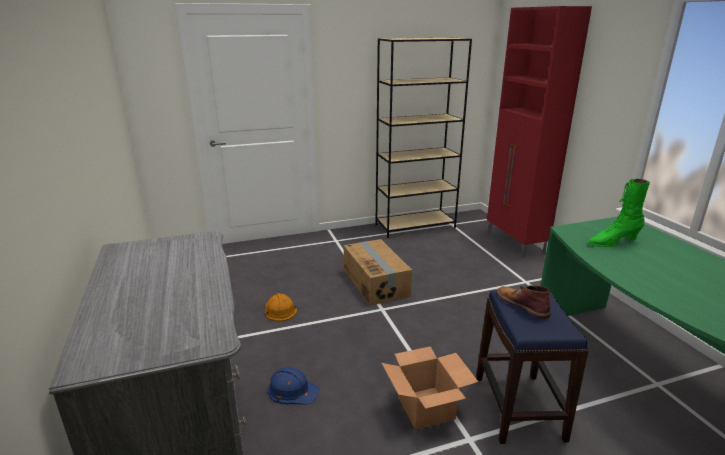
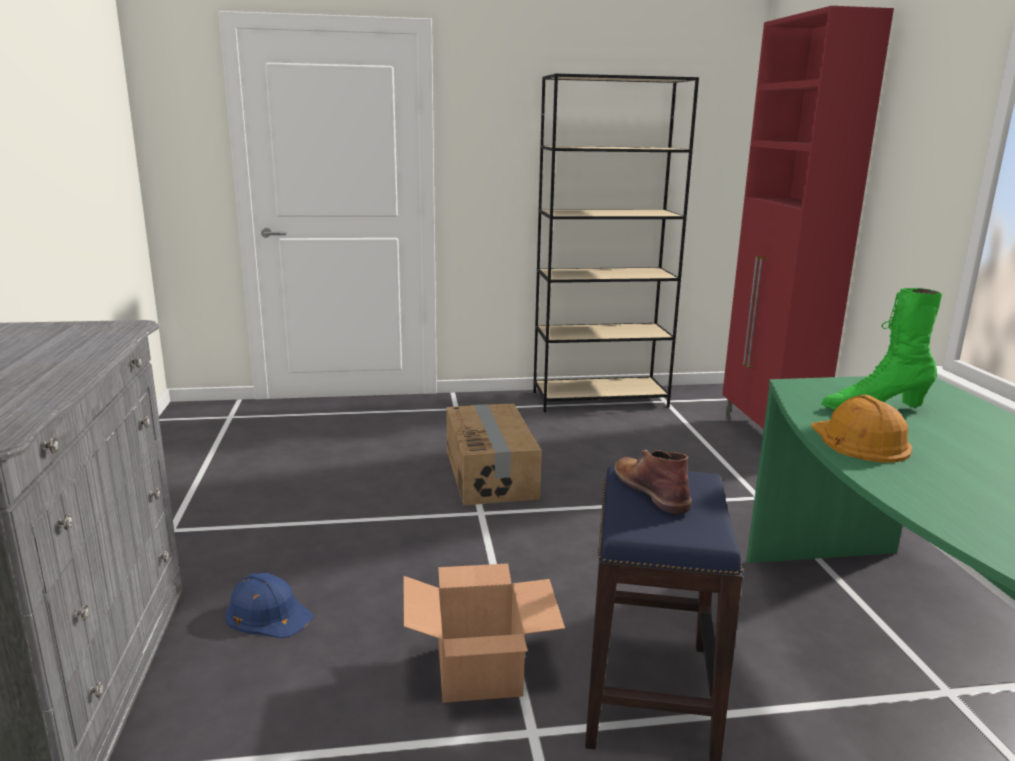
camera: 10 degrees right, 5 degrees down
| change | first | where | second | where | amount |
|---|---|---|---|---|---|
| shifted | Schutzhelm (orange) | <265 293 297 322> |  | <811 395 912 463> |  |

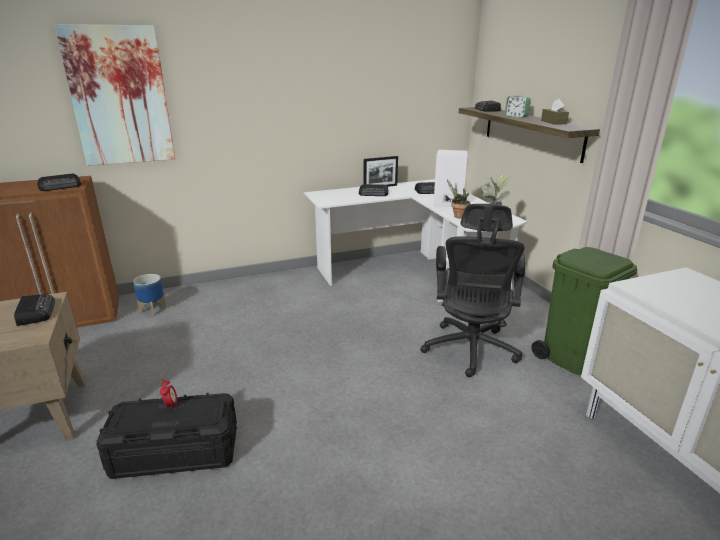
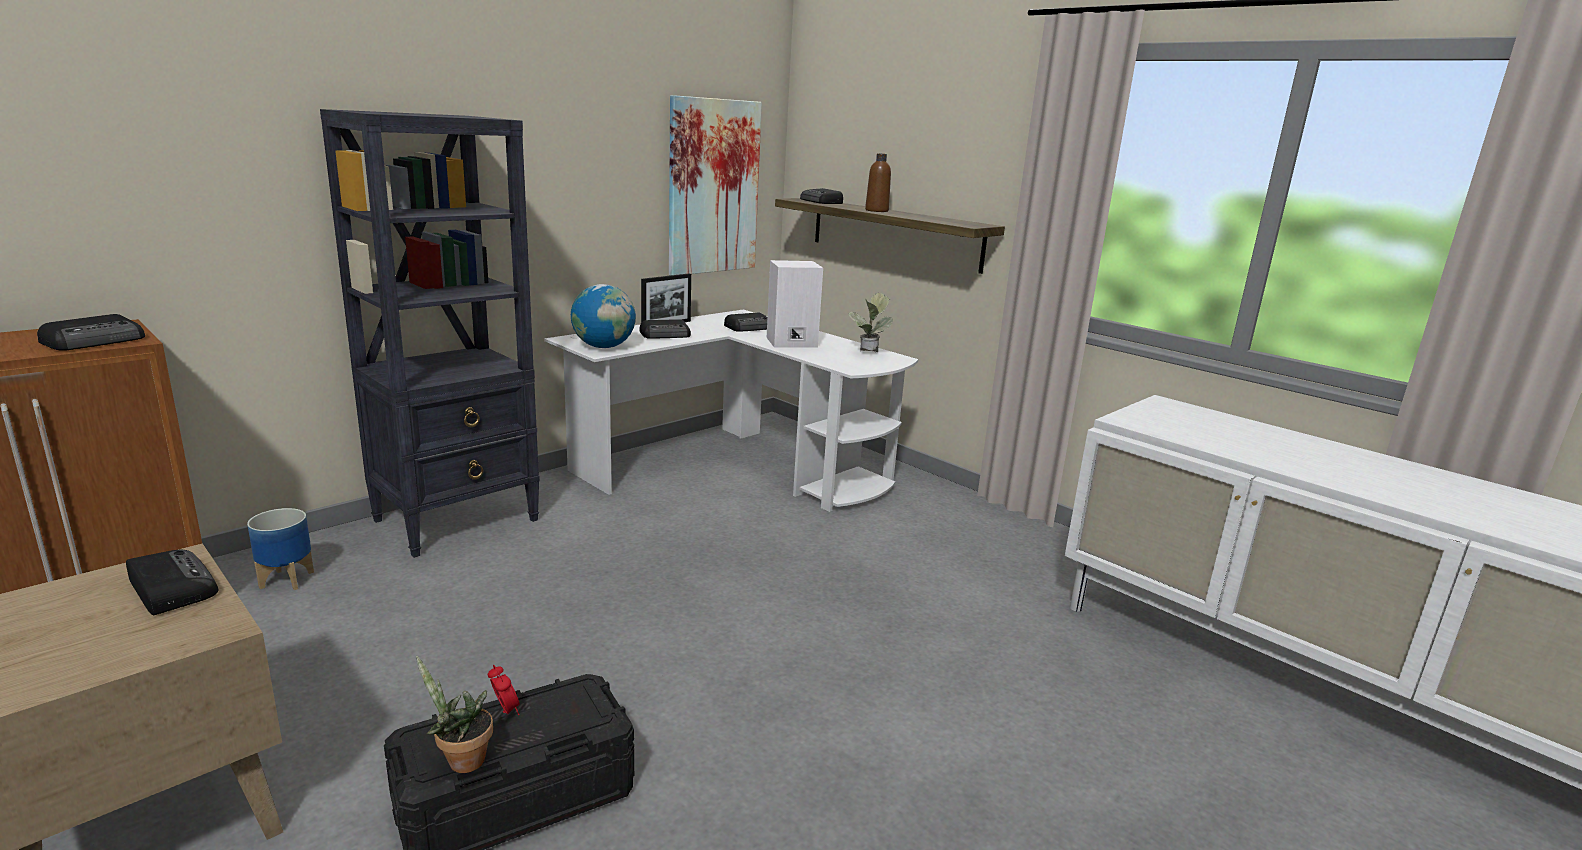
camera: 25 degrees left, 5 degrees down
| change | first | where | second | where | amount |
|---|---|---|---|---|---|
| shifted | Bild | <55 24 176 166> |  | <669 95 762 276> |  |
| swapped | Wecker | <505 96 531 118> | Flasche (braun) | <865 153 891 212> |  |
| gone | Taschentuchbox (braun) | <541 99 569 125> |  |  |  |
| shifted | Topfpflanze | <447 179 470 219> |  | <416 656 493 773> |  |
| gone | Bürostuhl | <420 204 525 377> |  |  |  |
| gone | Mülleimer (grün) | <531 247 637 375> |  |  |  |
| new |  |  | Bücherregal (schwarz) | <320 109 540 558> |  |
| new |  |  | Globus | <571 284 636 348> |  |

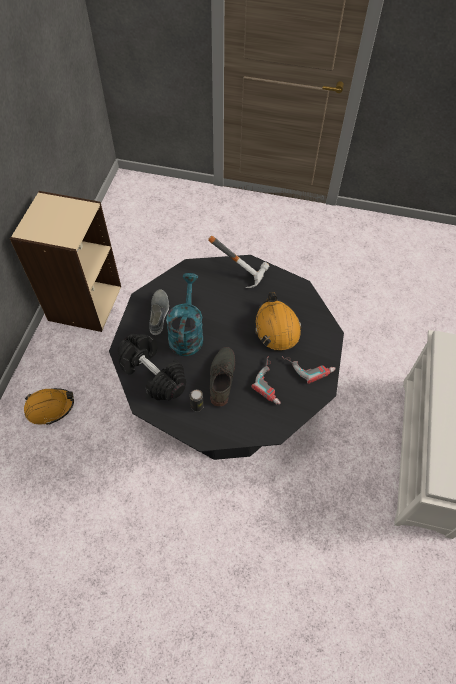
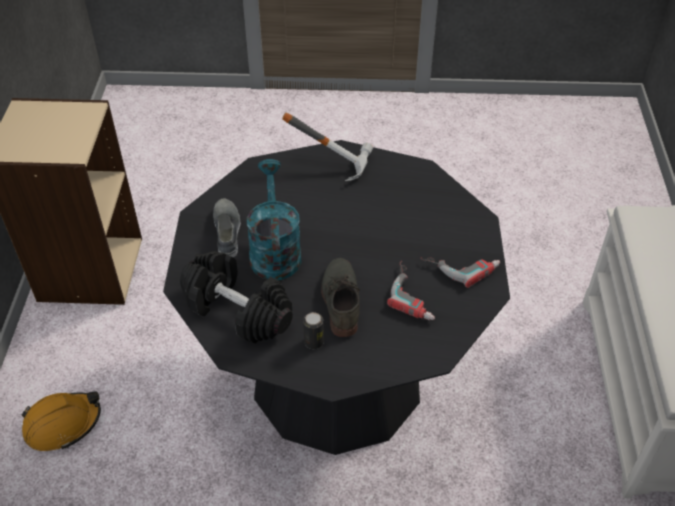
camera: 10 degrees left, 10 degrees down
| change | first | where | second | where | amount |
|---|---|---|---|---|---|
| gone | Schutzhelm (orange) | <254 292 302 351> |  |  |  |

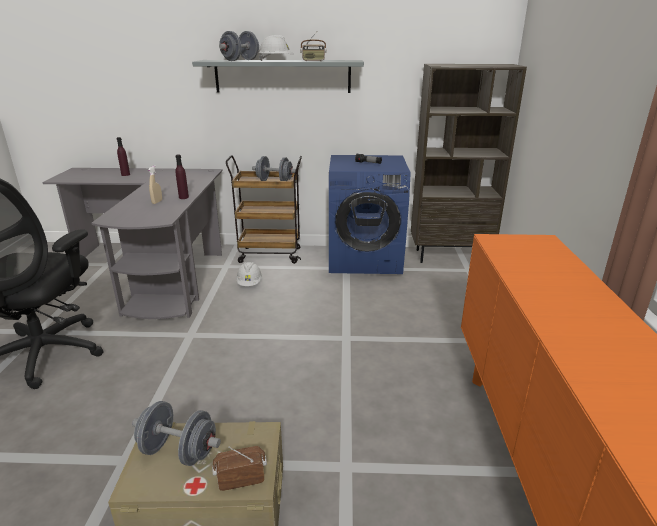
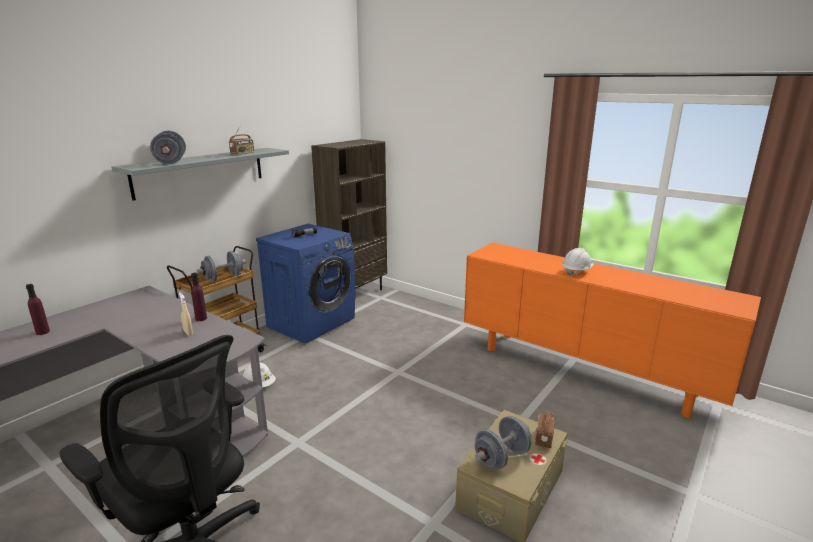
camera: 55 degrees left, 5 degrees down
| change | first | where | second | where | amount |
|---|---|---|---|---|---|
| shifted | Schutzhelm (weiß) | <259 35 294 61> |  | <562 248 594 276> |  |

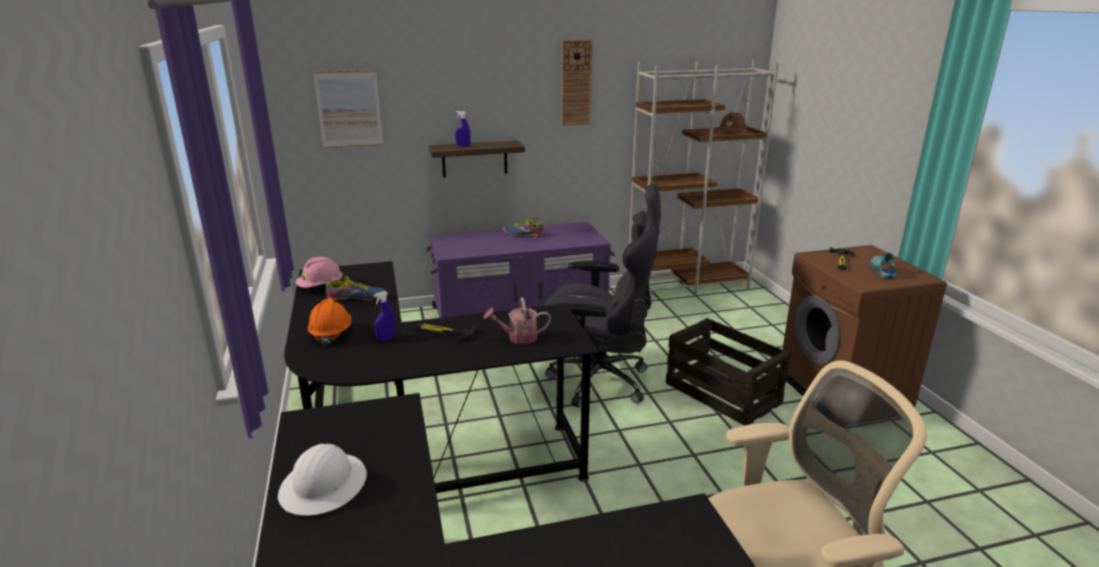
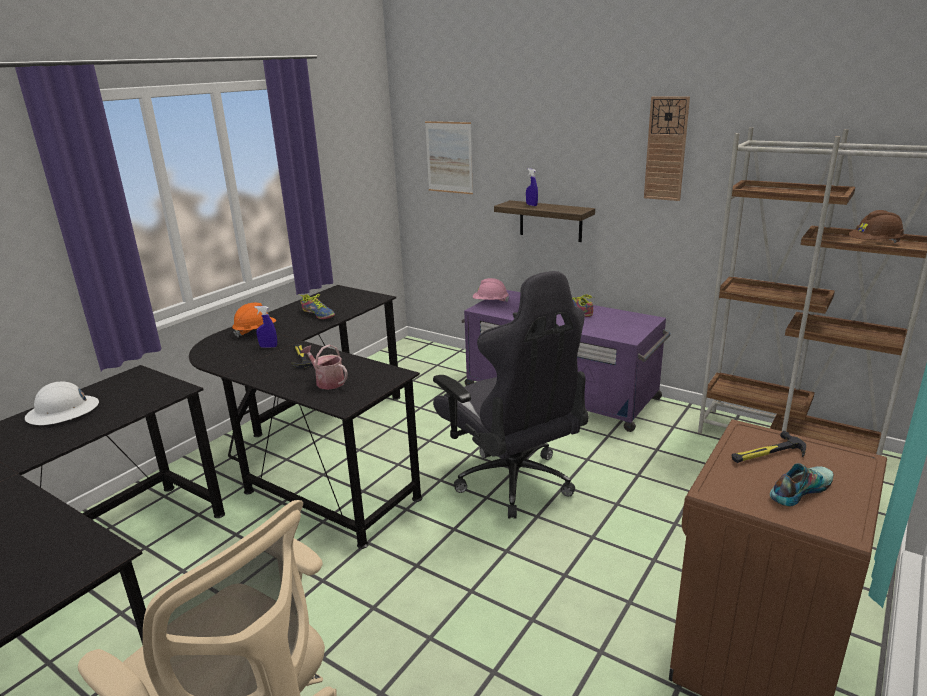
camera: 50 degrees right, 0 degrees up
| change | first | where | second | where | amount |
|---|---|---|---|---|---|
| shifted | Schutzhelm (rosa) | <296 256 343 288> |  | <473 278 509 302> |  |
| gone | Kiste | <666 318 791 426> |  |  |  |

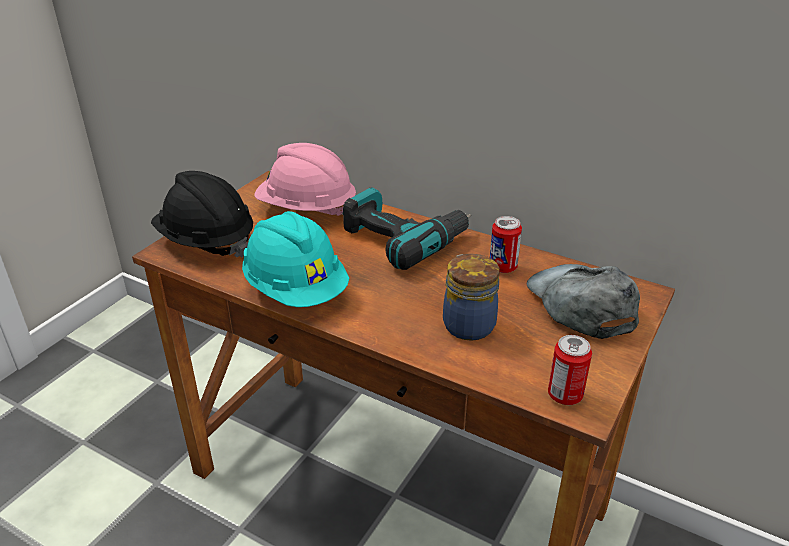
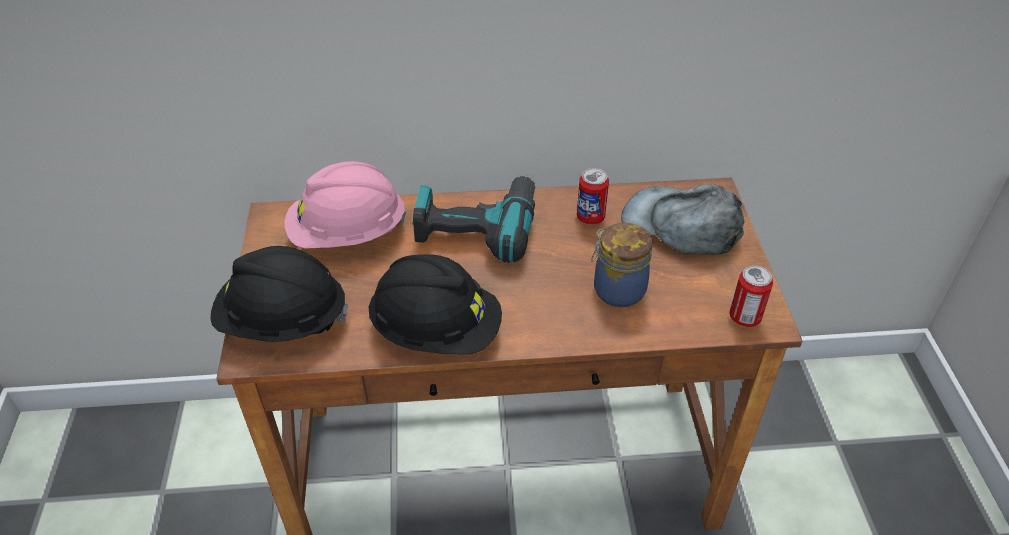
camera: 35 degrees left, 10 degrees up
| change | first | where | second | where | amount |
|---|---|---|---|---|---|
| repainted | Schutzhelm (türkis) | <242 211 349 307> | Schutzhelm (schwarz) | <368 254 502 354> |  |

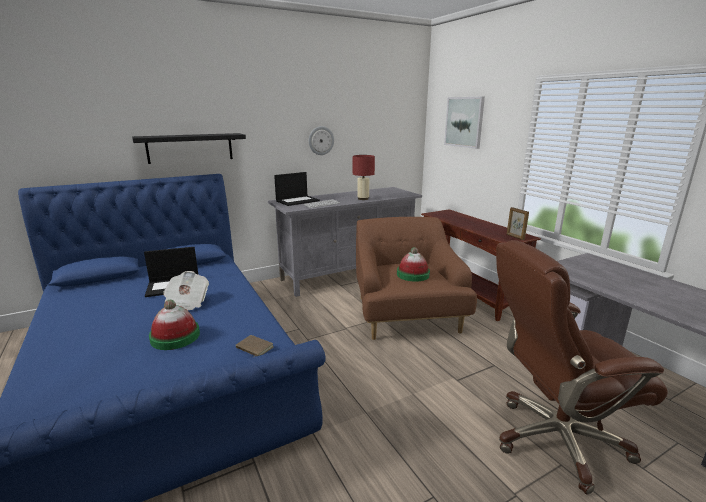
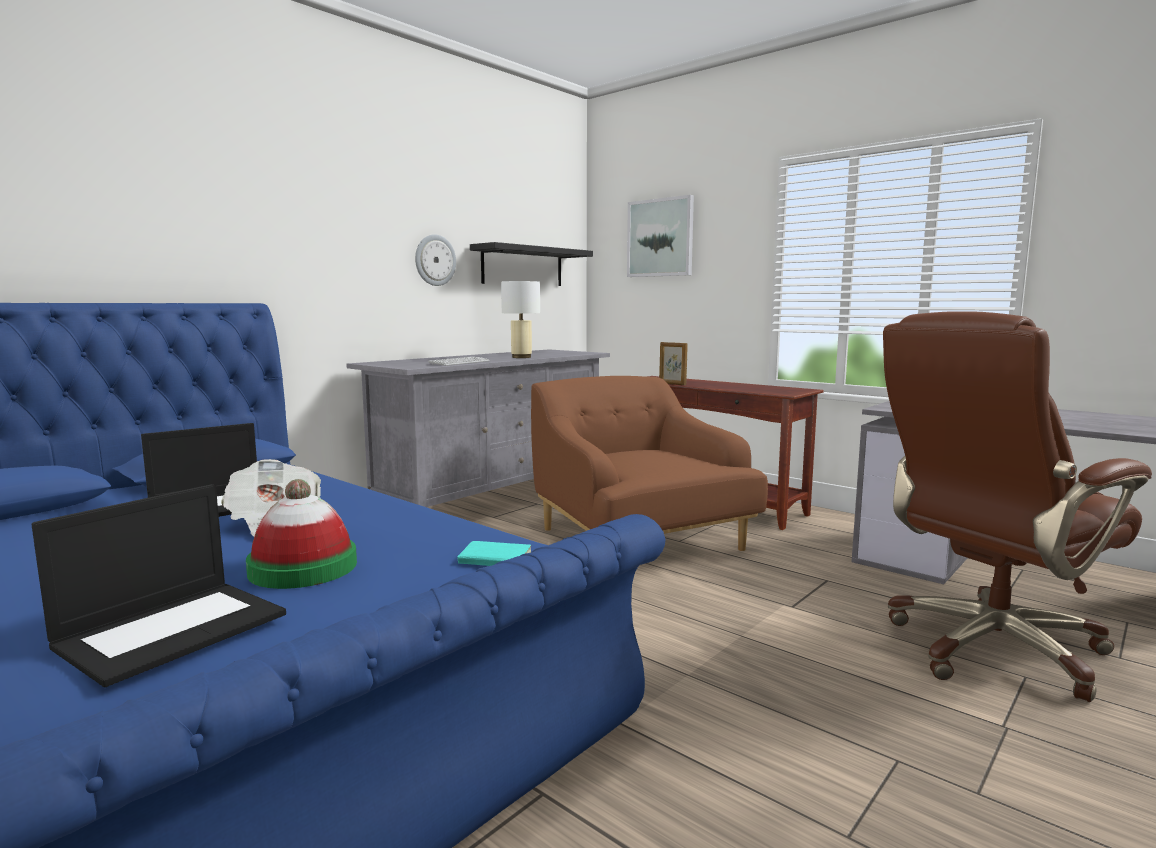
camera: 20 degrees left, 10 degrees down
| change | first | where | second | where | amount |
|---|---|---|---|---|---|
| shifted | Wandregal (schwarz) | <132 133 246 164> |  | <470 242 593 286> |  |
| repainted | Tischlampe (rot) | <353 155 375 200> | Tischlampe (weiß) | <501 281 540 358> |  |
| shifted | Laptop | <274 172 320 206> |  | <31 484 286 687> |  |
| shifted | Bilderrahmen | <507 207 529 240> |  | <659 342 688 385> |  |
| gone | Hut | <397 247 430 282> |  |  |  |
| repainted | Buch (braun) | <236 335 273 357> | Buch (türkis) | <457 541 531 566> |  |

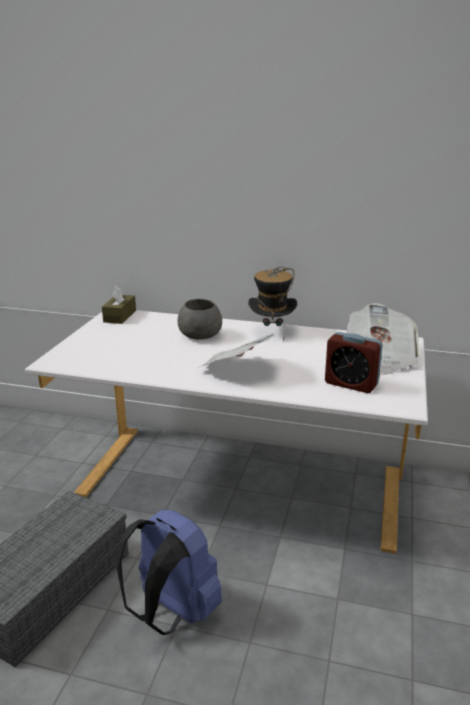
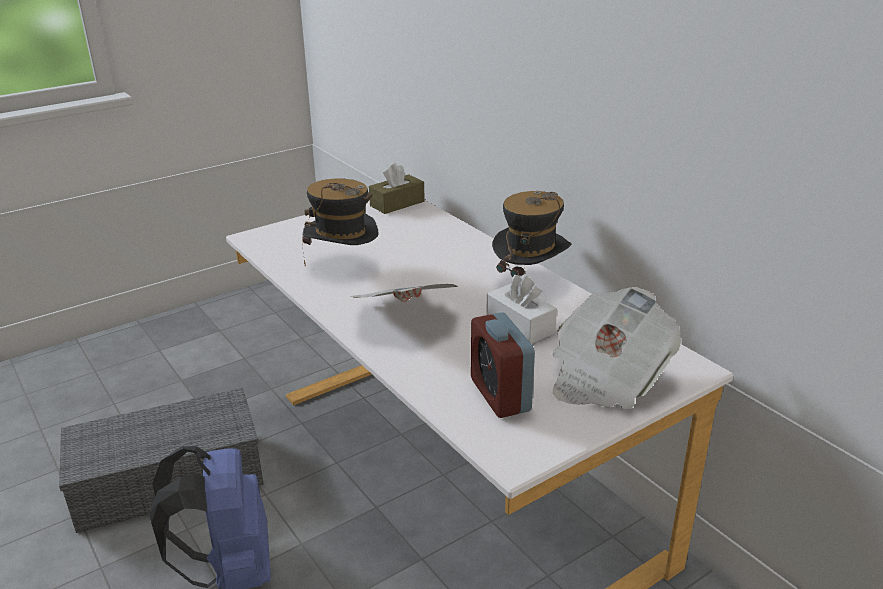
camera: 40 degrees right, 5 degrees up
| change | first | where | second | where | amount |
|---|---|---|---|---|---|
| gone | Schüssel (grau) | <178 299 222 340> |  |  |  |
| new |  |  | Hut | <302 178 378 267> |  |
| new |  |  | Taschentuchbox (weiß) | <486 274 557 344> |  |

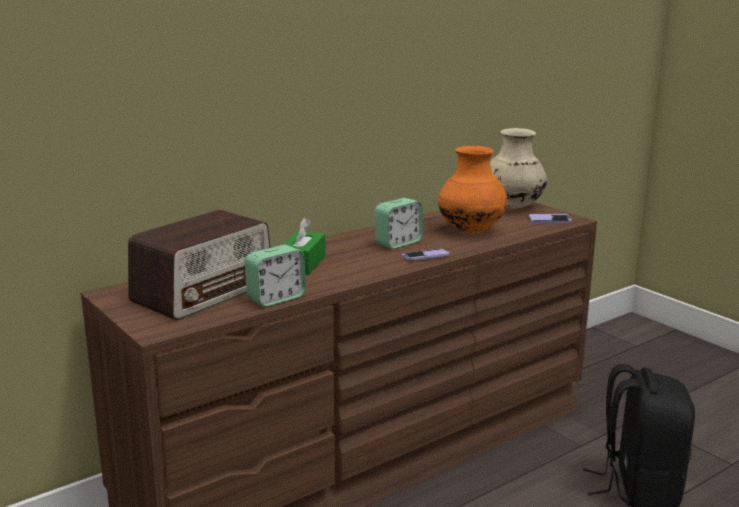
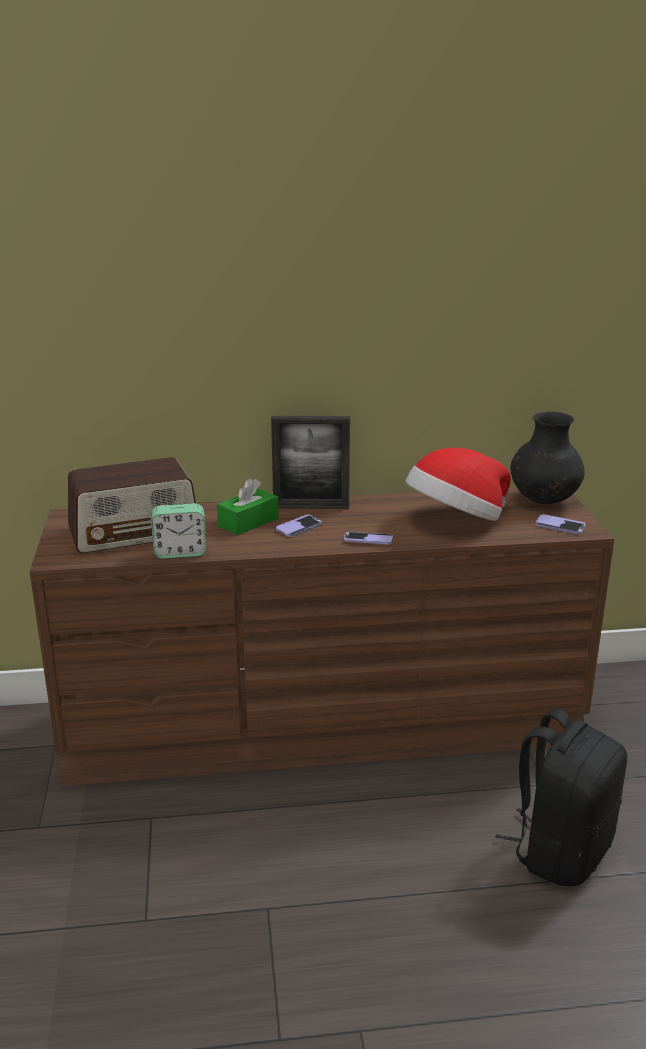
camera: 30 degrees right, 5 degrees up
| change | first | where | second | where | amount |
|---|---|---|---|---|---|
| repainted | Vase (beige) | <490 128 547 208> | Vase (schwarz) | <510 412 585 504> |  |
| swapped | Vase (orange) | <438 146 507 232> | Hut | <406 448 511 521> |  |
| gone | Wecker | <375 198 423 249> |  |  |  |
| new |  |  | Bilderrahmen | <271 416 350 509> |  |
| new |  |  | Handy | <276 514 322 537> |  |

